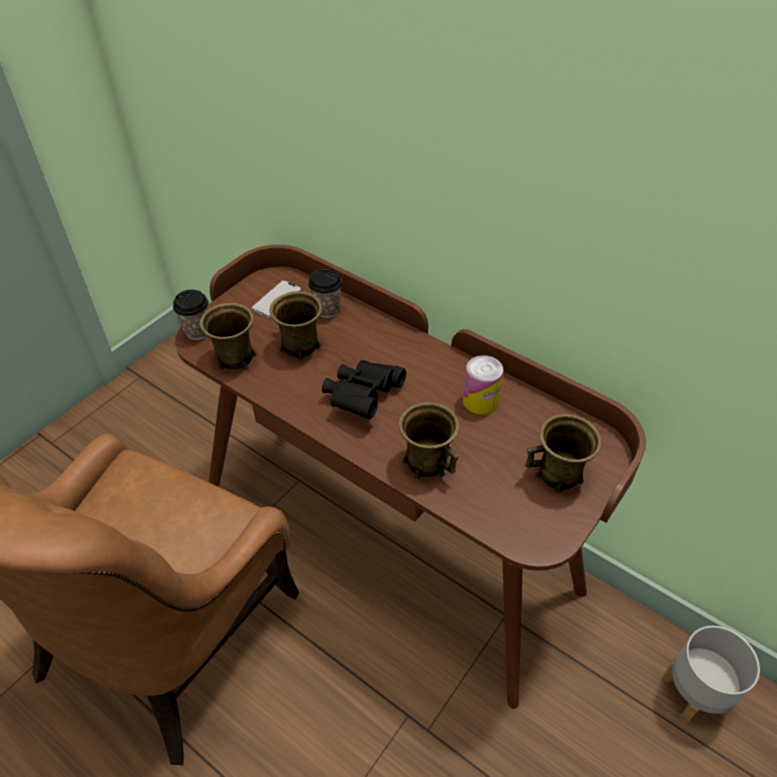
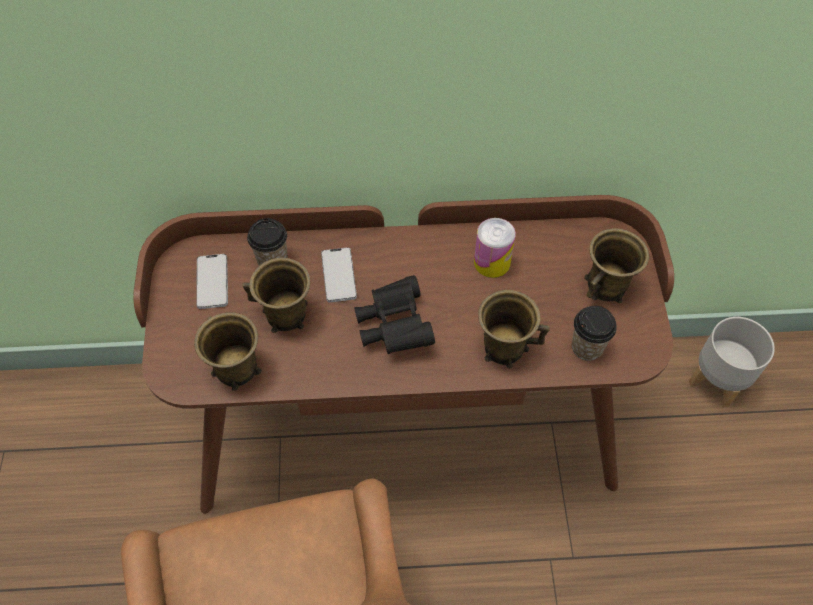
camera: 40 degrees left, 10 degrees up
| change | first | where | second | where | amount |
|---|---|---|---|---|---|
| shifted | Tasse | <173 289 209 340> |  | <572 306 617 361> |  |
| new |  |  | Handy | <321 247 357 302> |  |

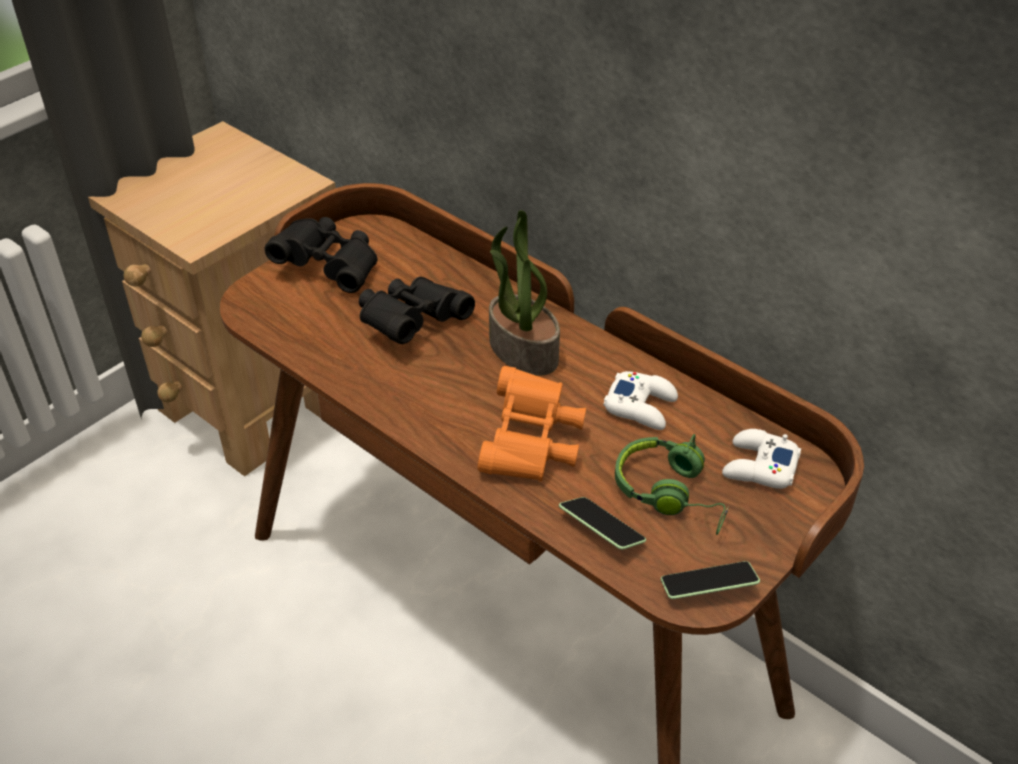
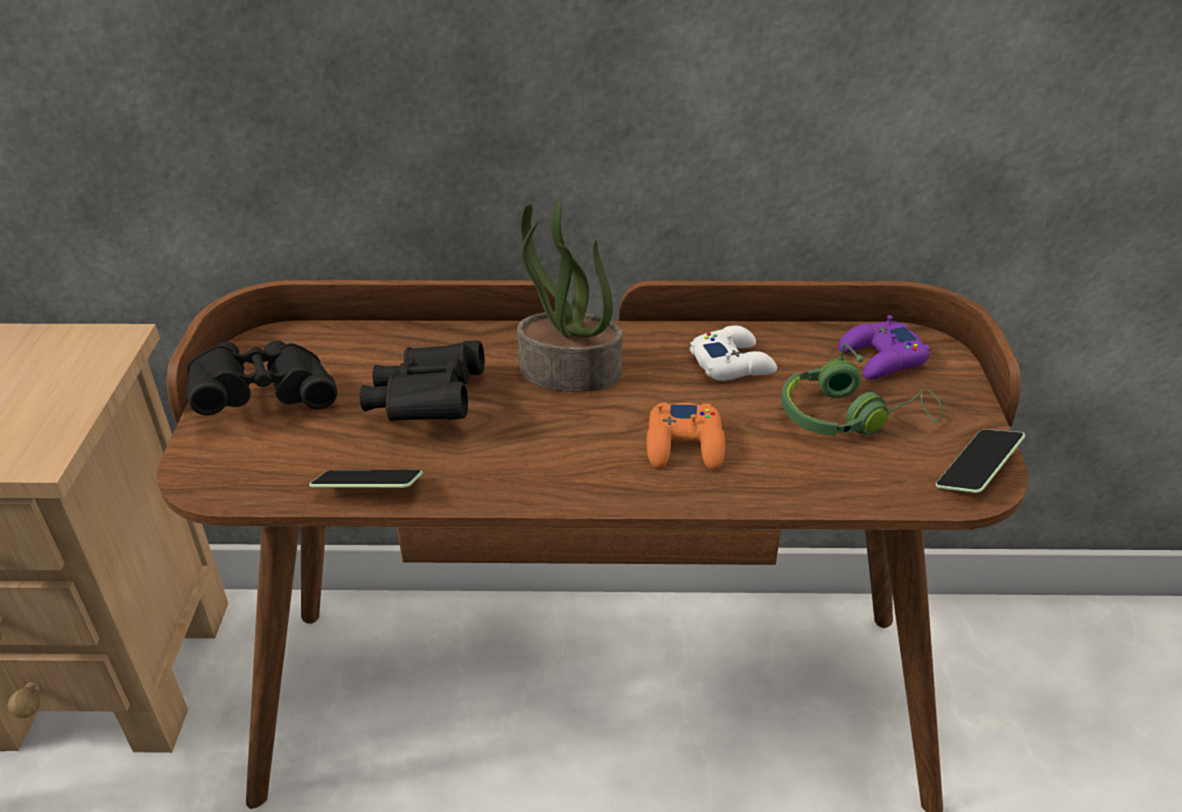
camera: 40 degrees left, 5 degrees down
| change | first | where | second | where | amount |
|---|---|---|---|---|---|
| swapped | Fernglas (orange) | <477 366 586 482> | Gamepad (orange) | <647 403 725 470> |  |
| repainted | Gamepad (weiß) | <722 429 801 489> | Gamepad (lila) | <838 315 931 380> |  |
| shifted | Handy | <559 497 646 549> |  | <309 470 423 488> |  |

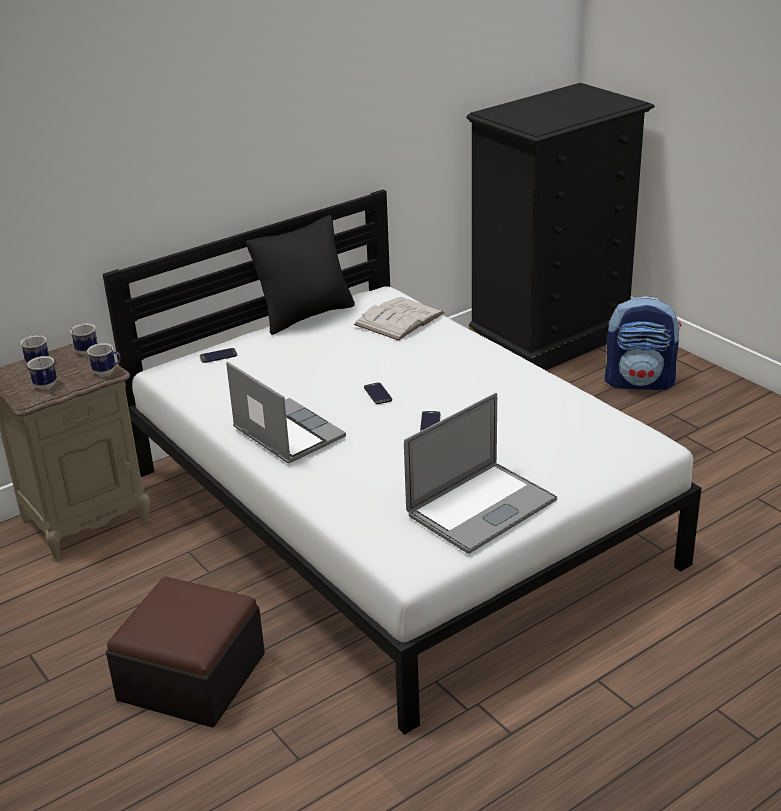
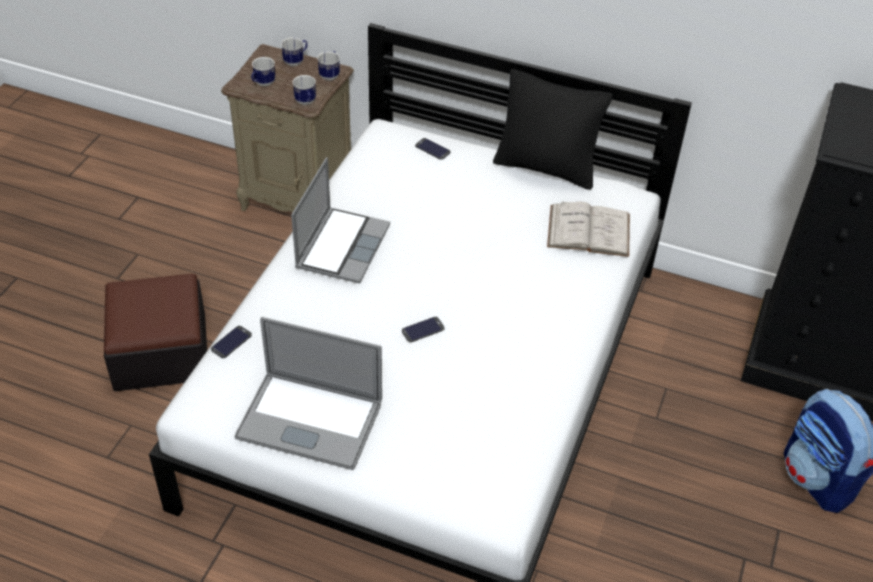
camera: 55 degrees right, 15 degrees up
| change | first | where | second | where | amount |
|---|---|---|---|---|---|
| shifted | Handy | <364 382 392 404> |  | <211 326 252 358> |  |

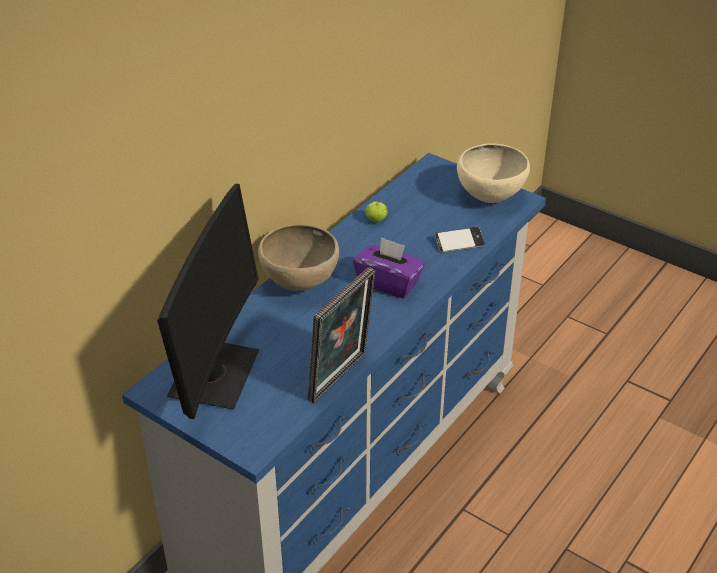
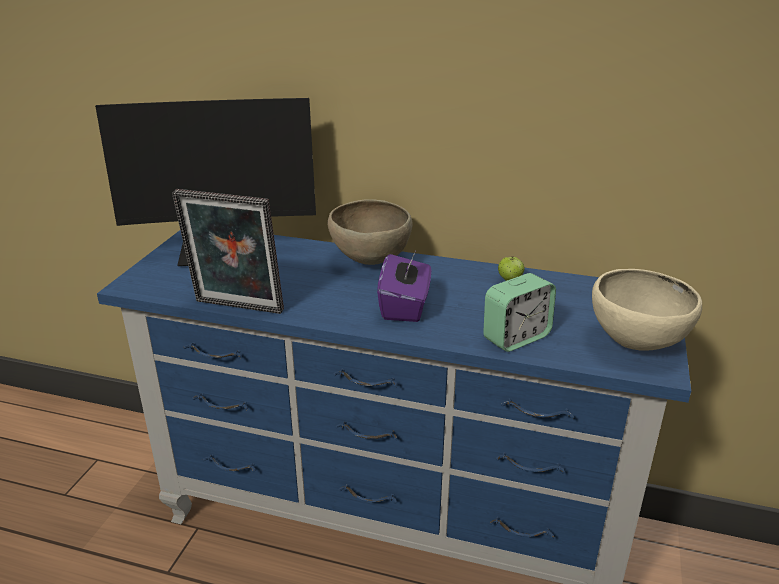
camera: 70 degrees right, 10 degrees down
| change | first | where | second | where | amount |
|---|---|---|---|---|---|
| swapped | Handy | <435 227 485 253> | Wecker | <483 273 556 352> |  |

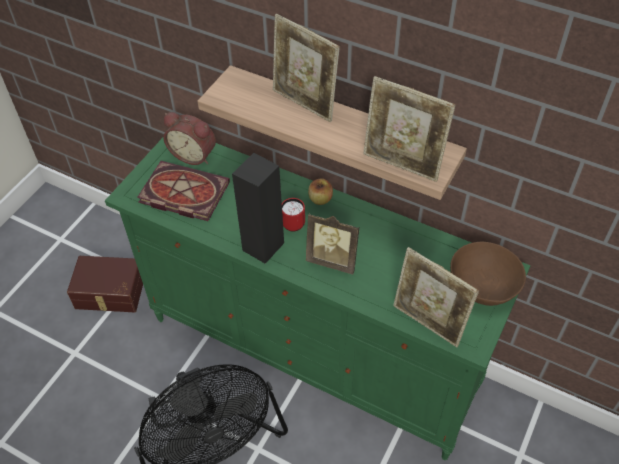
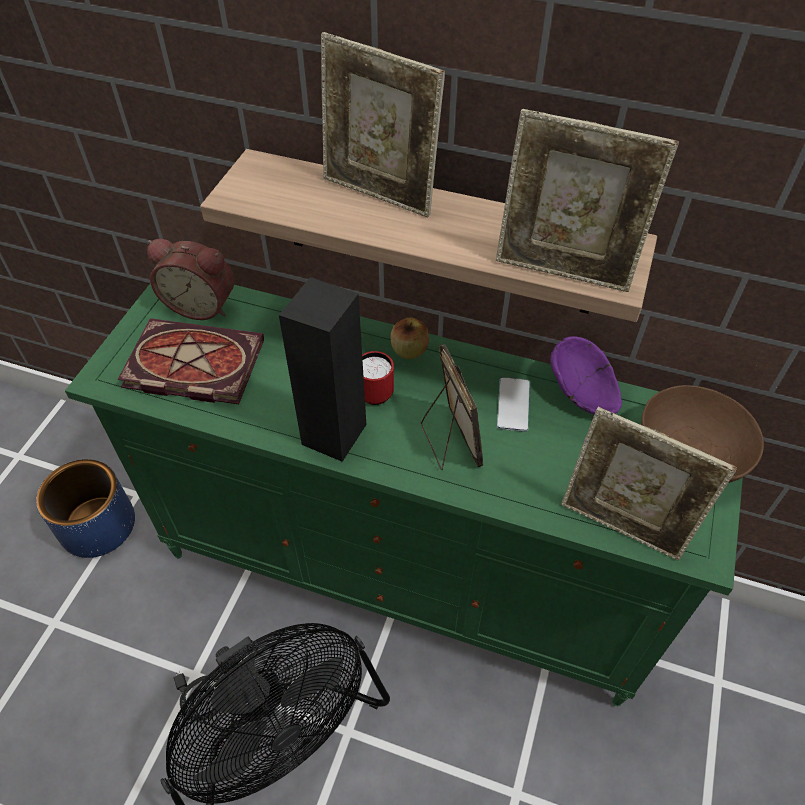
camera: 10 degrees left, 0 degrees up
| change | first | where | second | where | amount |
|---|---|---|---|---|---|
| rotated | Bilderrahmen | <306 213 360 274> |  | <421 344 483 470> | 120 degrees counterclockwise |
| swapped | Aufbewahrungsbox (braun) | <67 256 143 312> | Pflanzkübel (blau) | <36 459 135 558> |  |
| new |  |  | Schüssel (lila) | <550 336 622 414> |  |
| new |  |  | Handy | <497 377 530 432> |  |

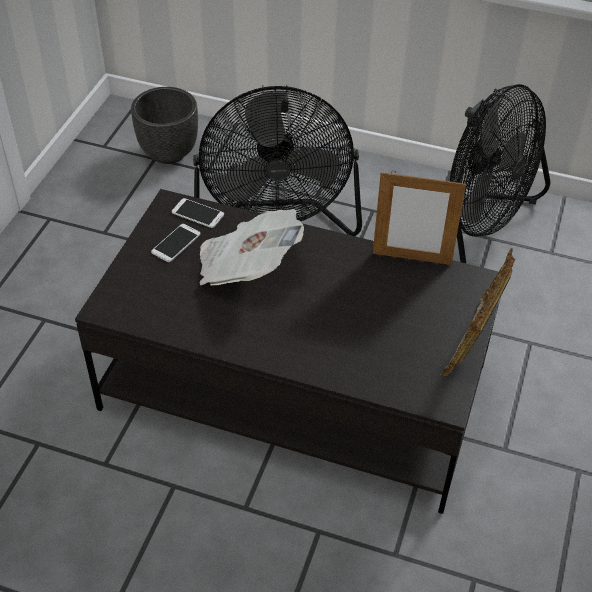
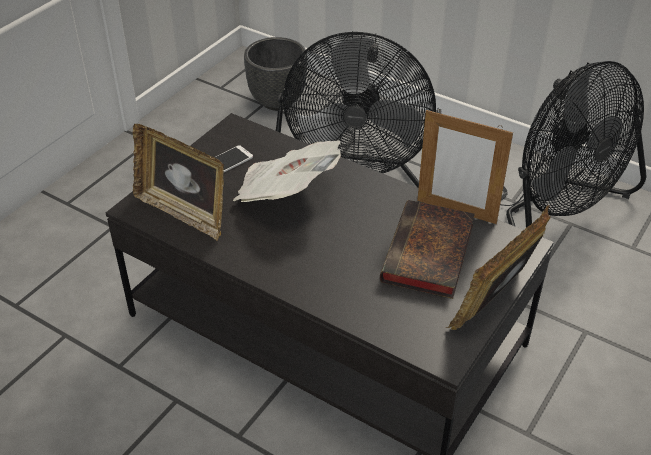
camera: 15 degrees right, 5 degrees down
| change | first | where | second | where | amount |
|---|---|---|---|---|---|
| gone | Handy | <172 198 224 228> |  |  |  |
| new |  |  | Bilderrahmen | <132 124 224 241> |  |
| new |  |  | Buch | <380 200 475 299> |  |

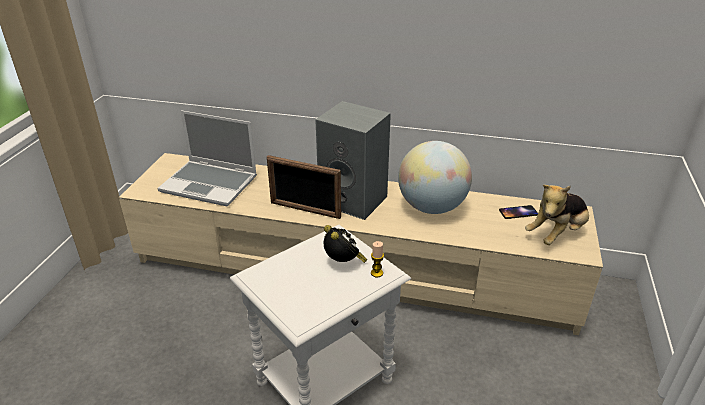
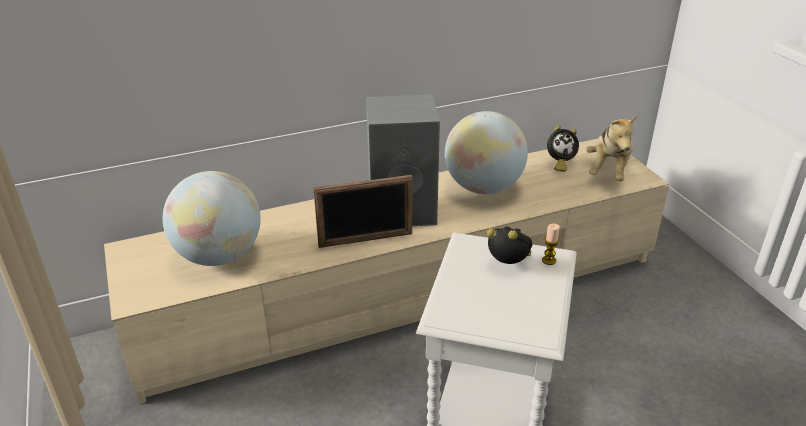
camera: 35 degrees left, 0 degrees up
| change | first | where | second | where | amount |
|---|---|---|---|---|---|
| swapped | Laptop | <158 110 257 206> | Globus | <163 171 261 266> |  |
| swapped | Handy | <499 205 538 219> | Wecker | <547 125 579 172> |  |

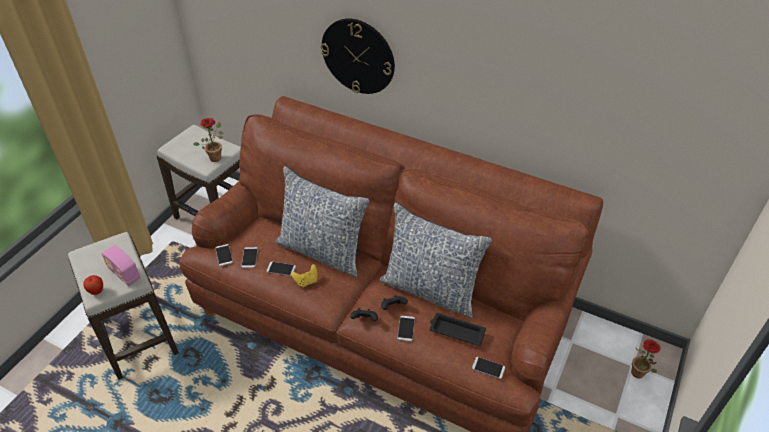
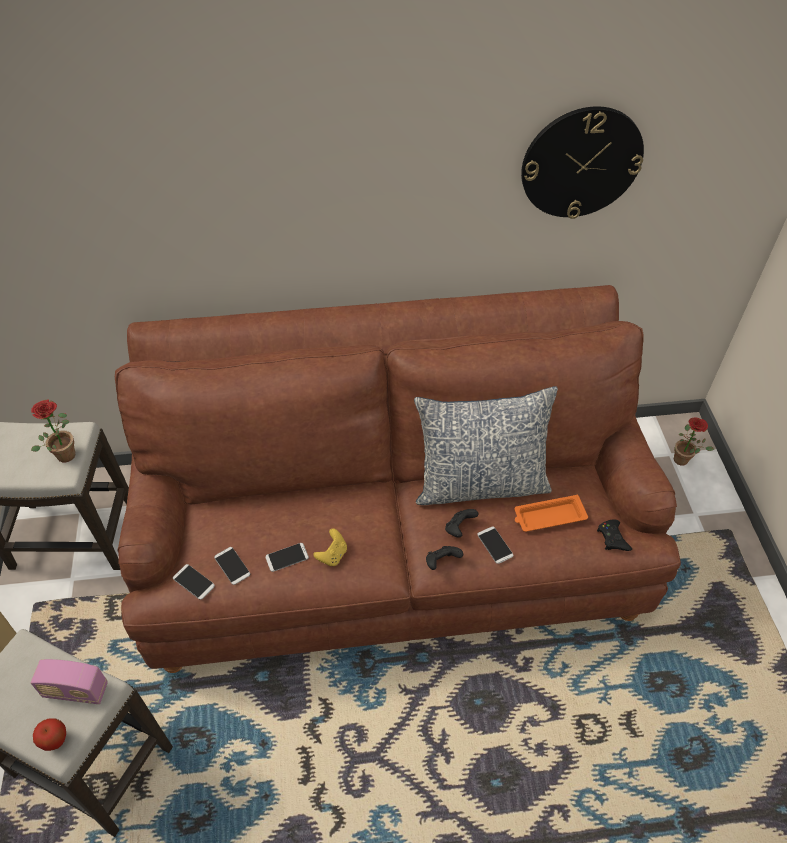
camera: 35 degrees left, 5 degrees up
| change | first | where | second | where | amount |
|---|---|---|---|---|---|
| shifted | Wanduhr | <321 18 395 94> |  | <521 106 644 219> |  |
| gone | Kissen | <275 166 370 277> |  |  |  |
| repainted | Tablett (schwarz) | <430 313 486 346> | Tablett (orange) | <514 495 588 532> |  |
| swapped | Handy | <472 357 505 379> | Gamepad (schwarz) | <597 520 632 551> |  |

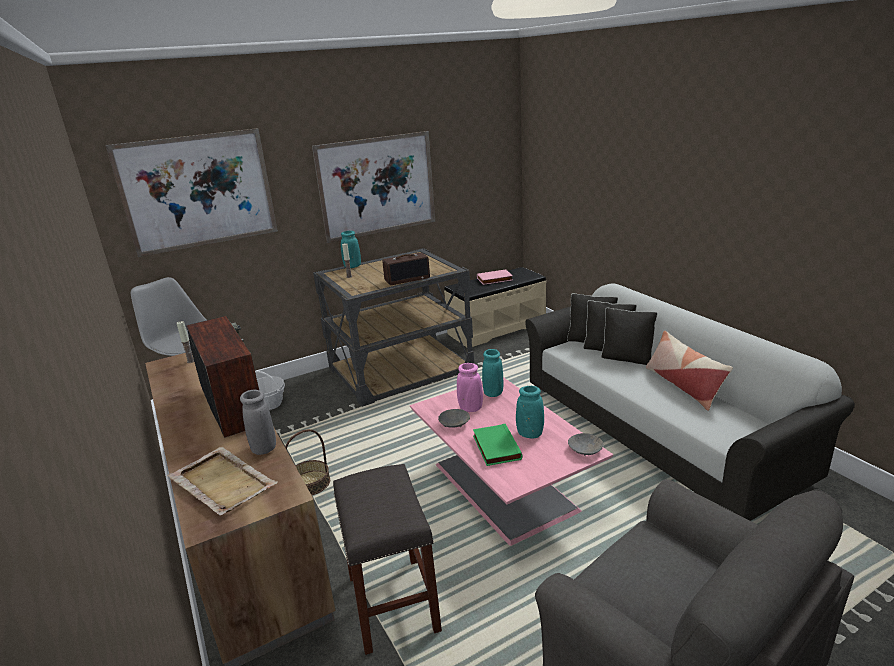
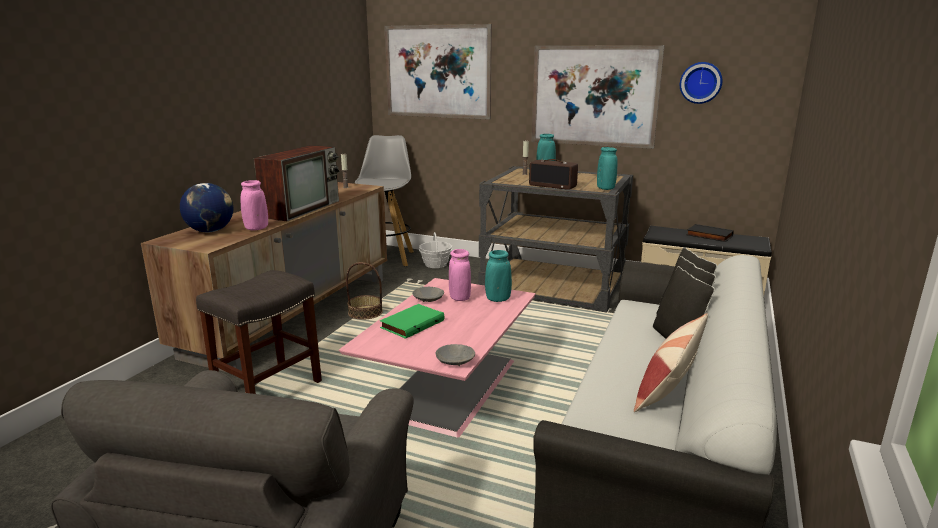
camera: 50 degrees right, 5 degrees down
| change | first | where | second | where | amount |
|---|---|---|---|---|---|
| repainted | Buch (rosa) | <477 270 513 285> | Buch (schwarz) | <686 224 734 242> |  |
| shifted | Vase (türkis) | <516 386 544 438> |  | <597 147 618 190> |  |
| repainted | Vase (grau) | <240 390 276 455> | Vase (rosa) | <241 180 268 230> |  |
| swapped | Tablett (beige) | <167 447 278 515> | Globus | <180 183 233 232> |  |
| new |  |  | Wanduhr | <680 62 723 104> |  |

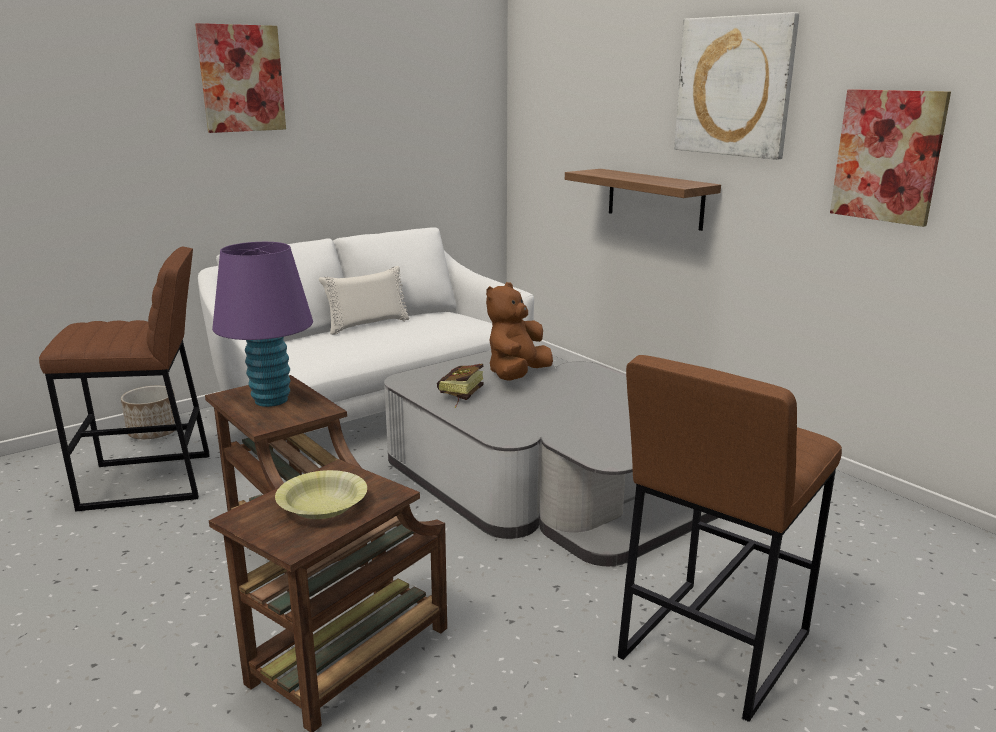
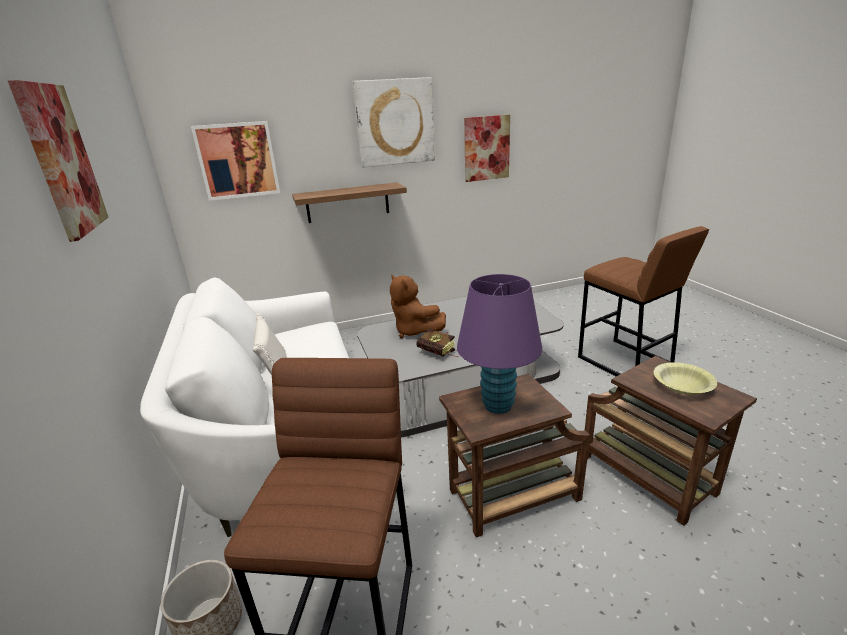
camera: 70 degrees left, 5 degrees up
| change | first | where | second | where | amount |
|---|---|---|---|---|---|
| new |  |  | Bild | <191 121 280 201> |  |

